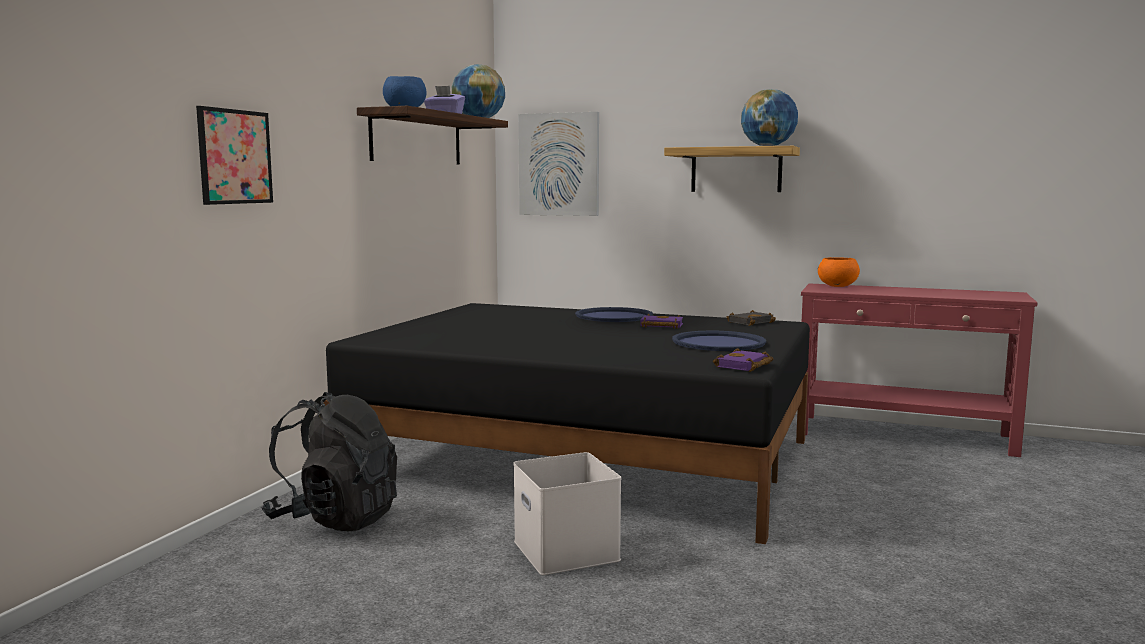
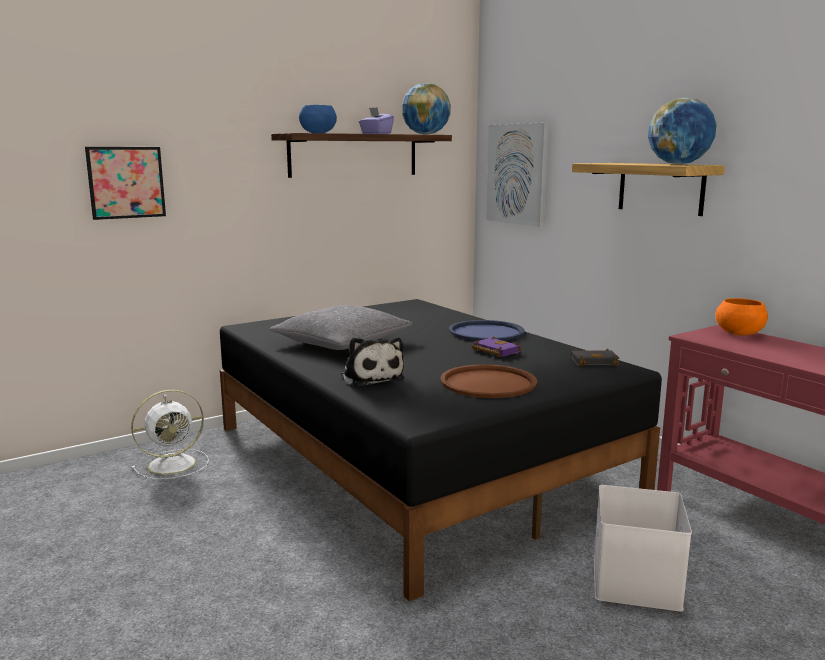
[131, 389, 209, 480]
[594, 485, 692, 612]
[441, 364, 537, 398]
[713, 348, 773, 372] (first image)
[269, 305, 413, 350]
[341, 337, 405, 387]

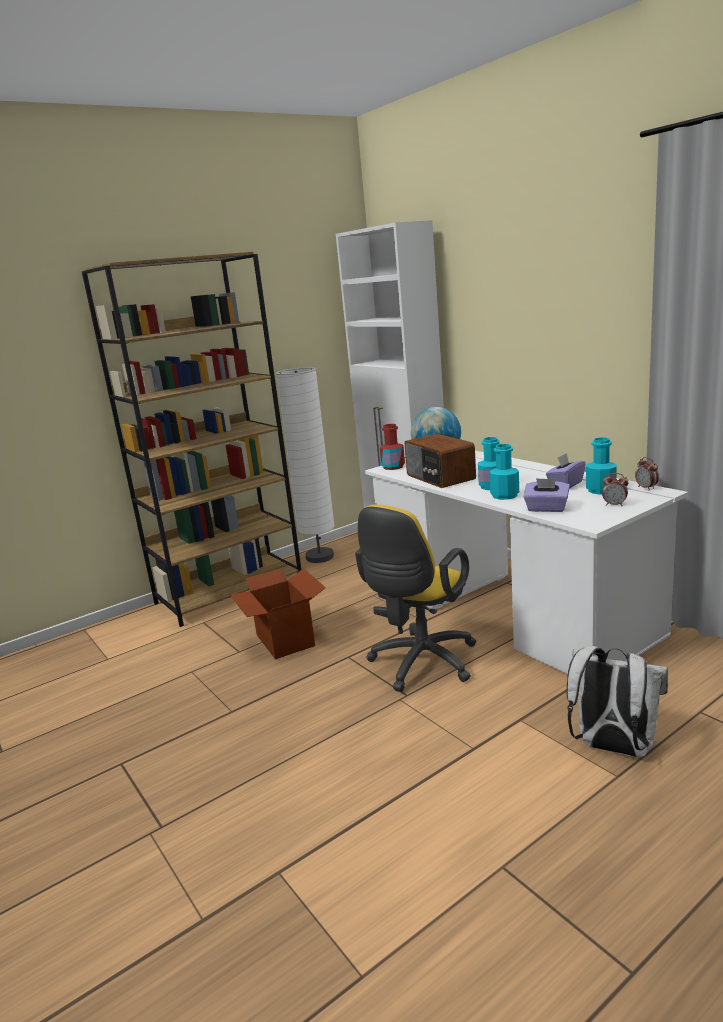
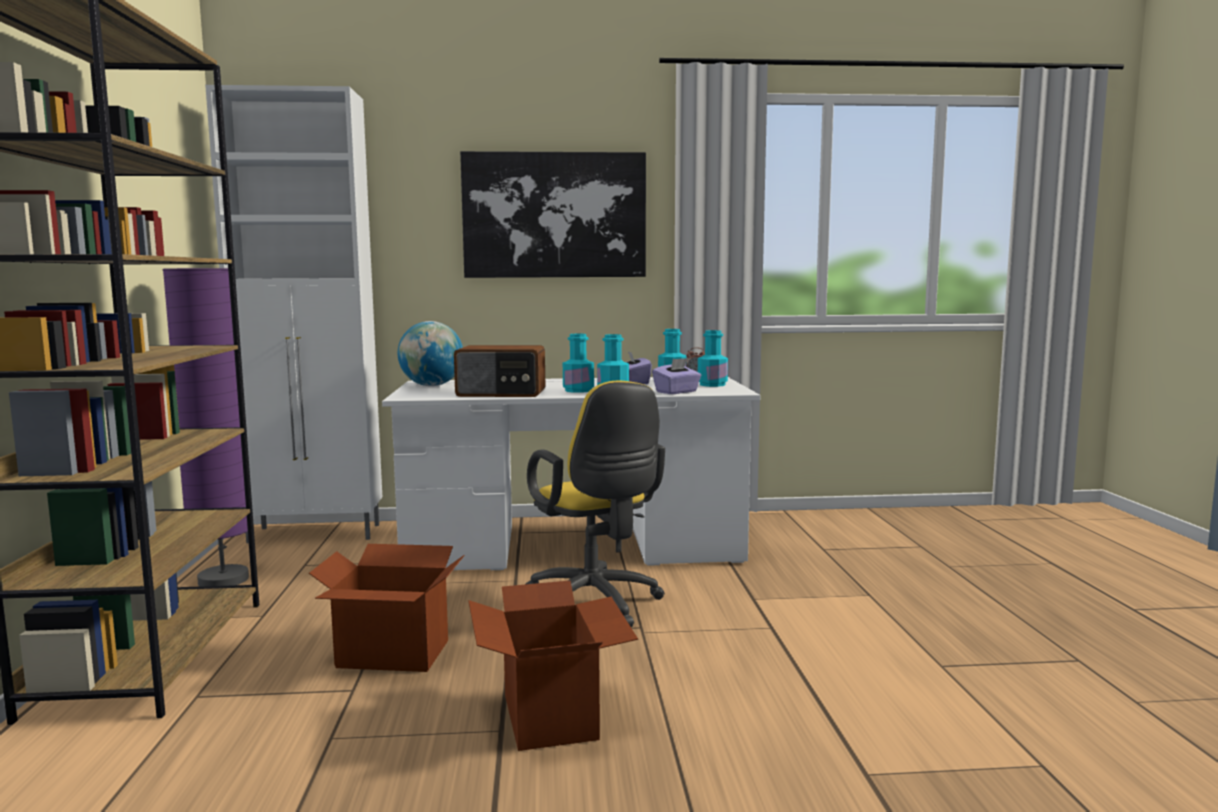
[163, 268, 249, 587]
[380, 424, 405, 470] (first image)
[567, 646, 668, 757] (first image)
[698, 330, 728, 387]
[460, 151, 646, 278]
[468, 581, 638, 751]

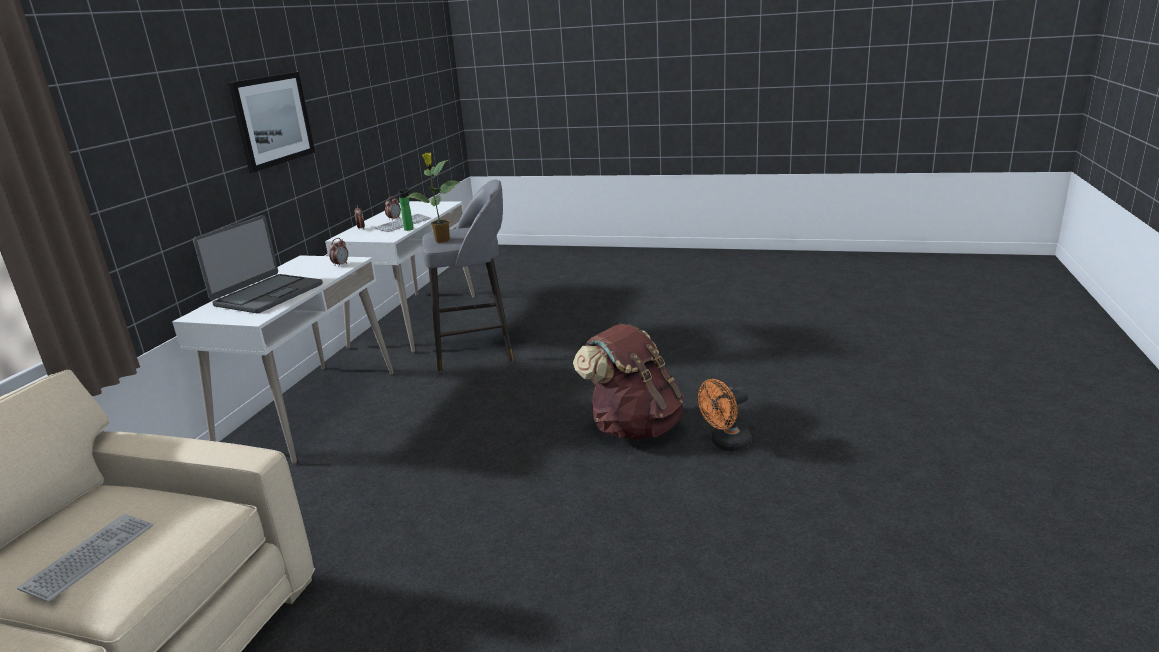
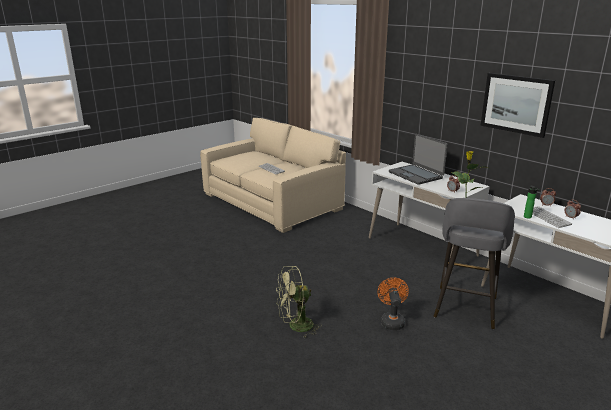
[276, 266, 322, 338]
[378, 278, 409, 330]

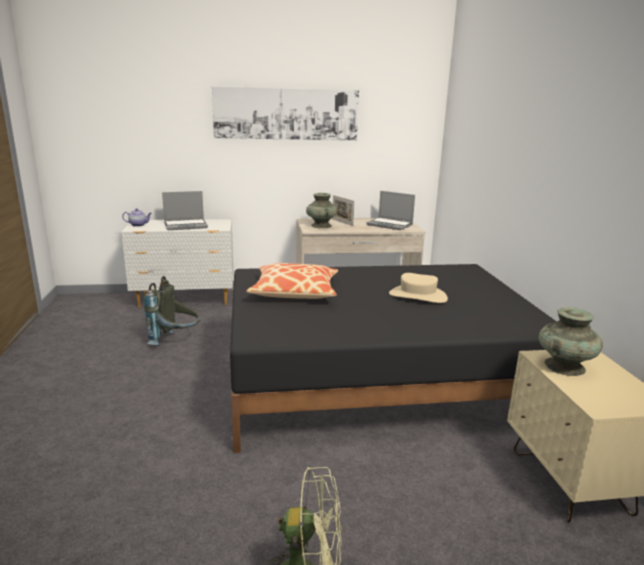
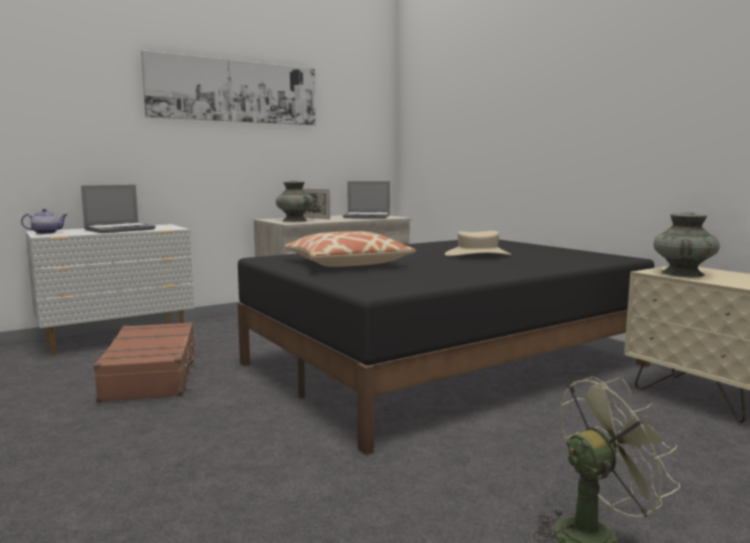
[93, 322, 199, 403]

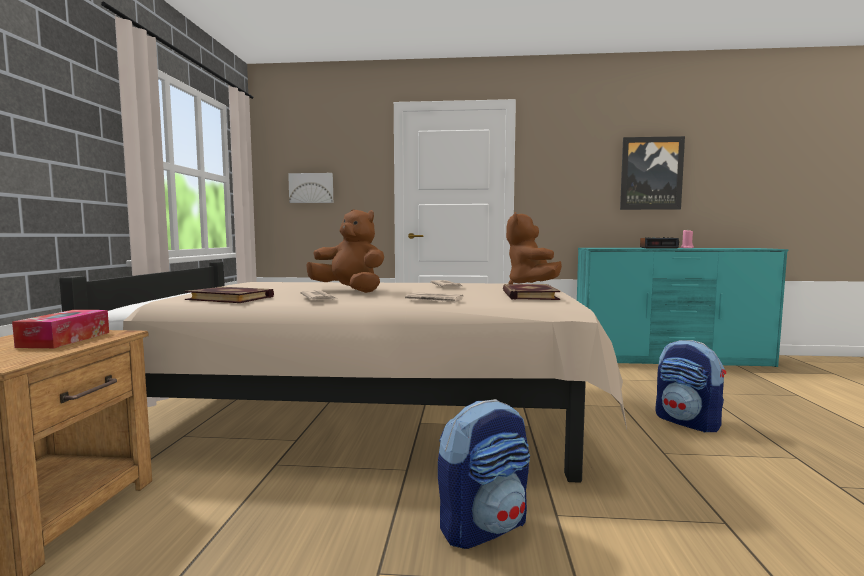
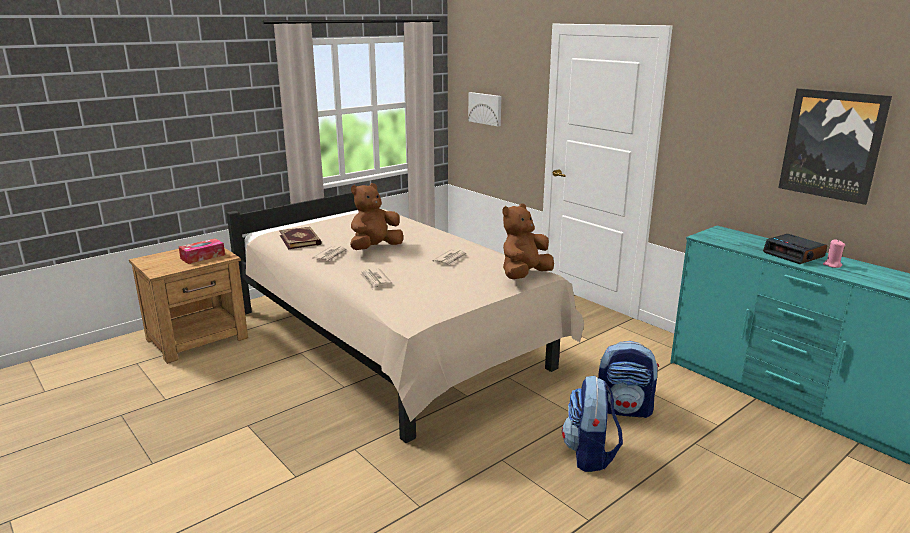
[350, 183, 403, 250]
[598, 341, 659, 418]
[503, 284, 560, 300] (first image)

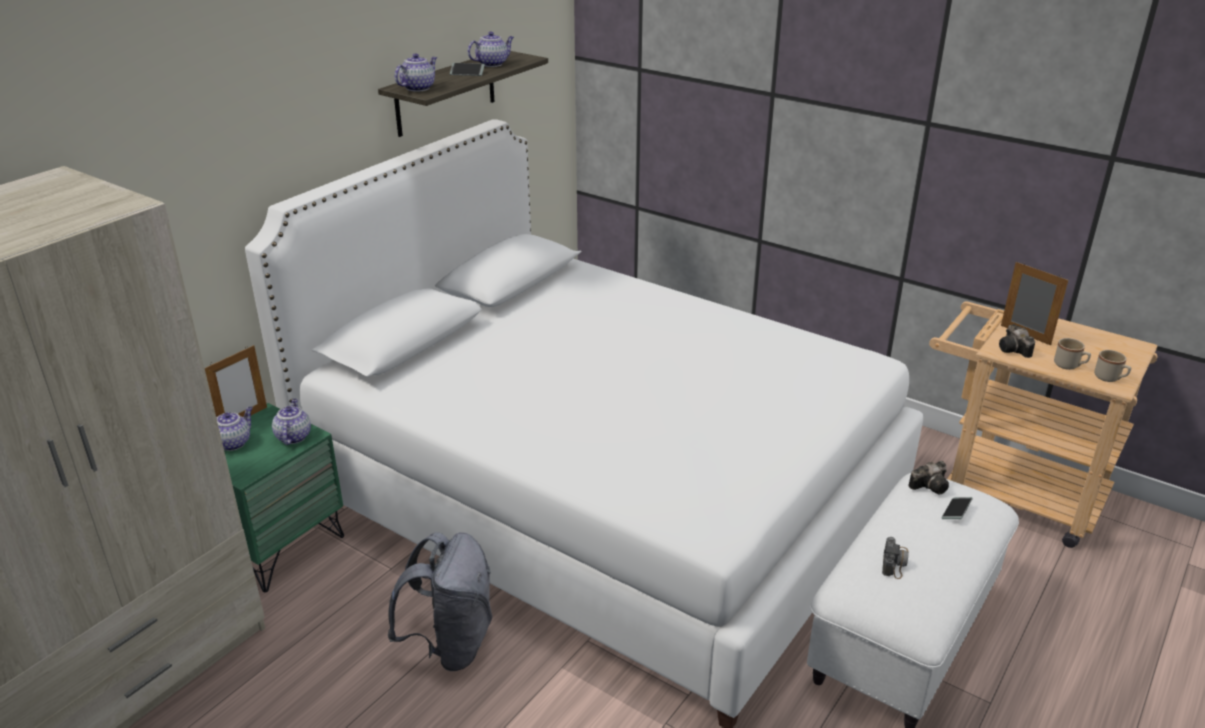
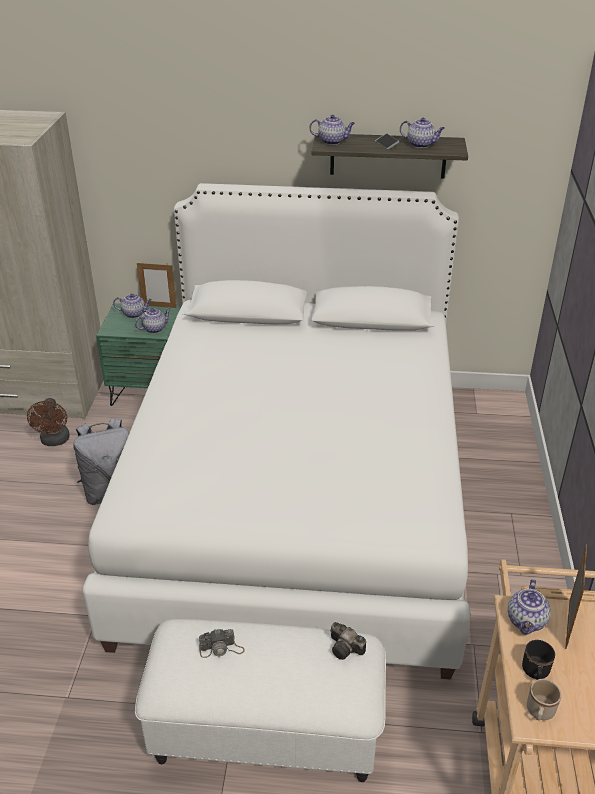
[942, 497, 973, 519] (first image)
[508, 579, 551, 635]
[522, 640, 555, 680]
[27, 398, 70, 446]

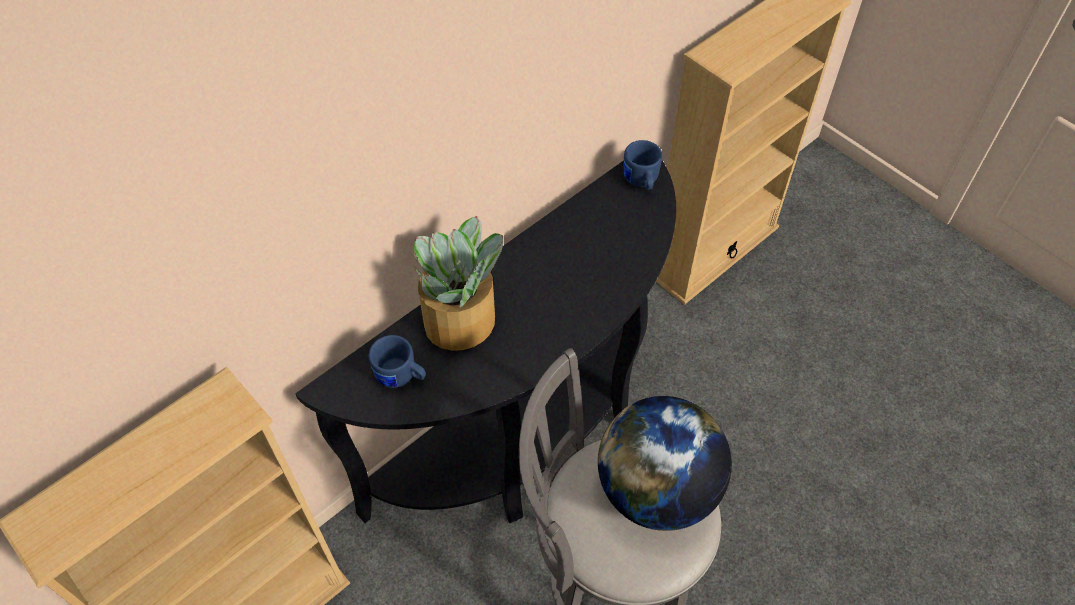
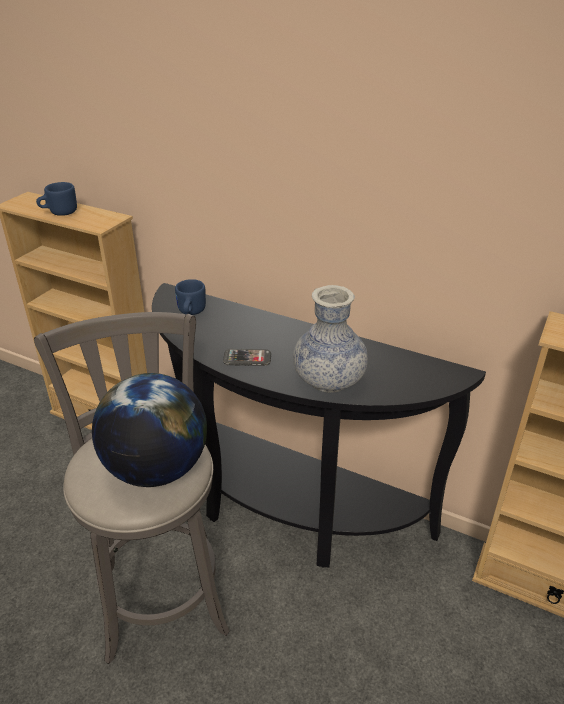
[412, 216, 503, 351] (first image)
[36, 182, 77, 216]
[223, 349, 271, 366]
[293, 285, 368, 393]

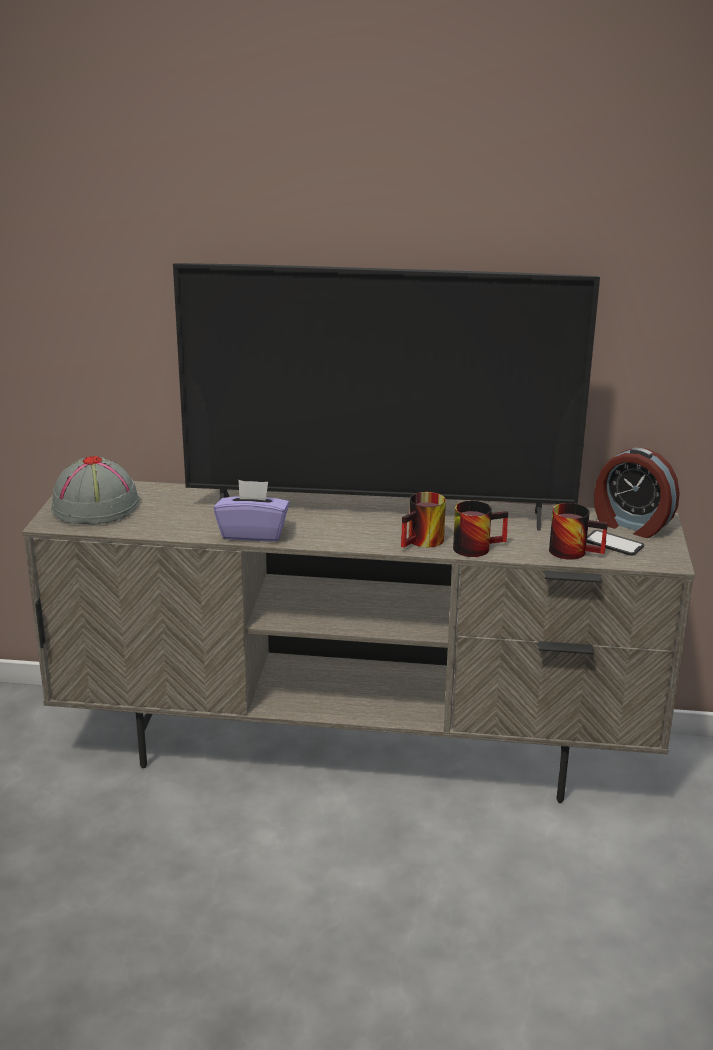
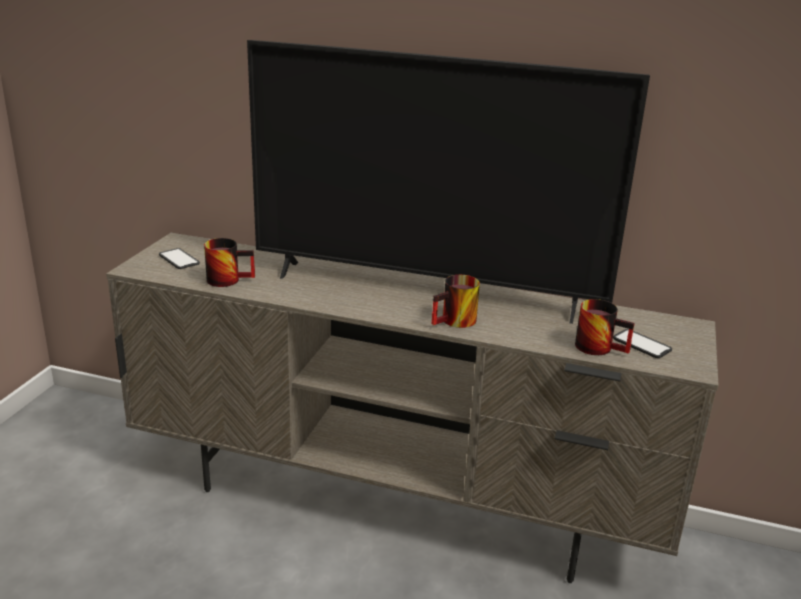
[159, 248, 200, 269]
[214, 480, 290, 542] (first image)
[204, 238, 255, 287]
[594, 448, 680, 538] (first image)

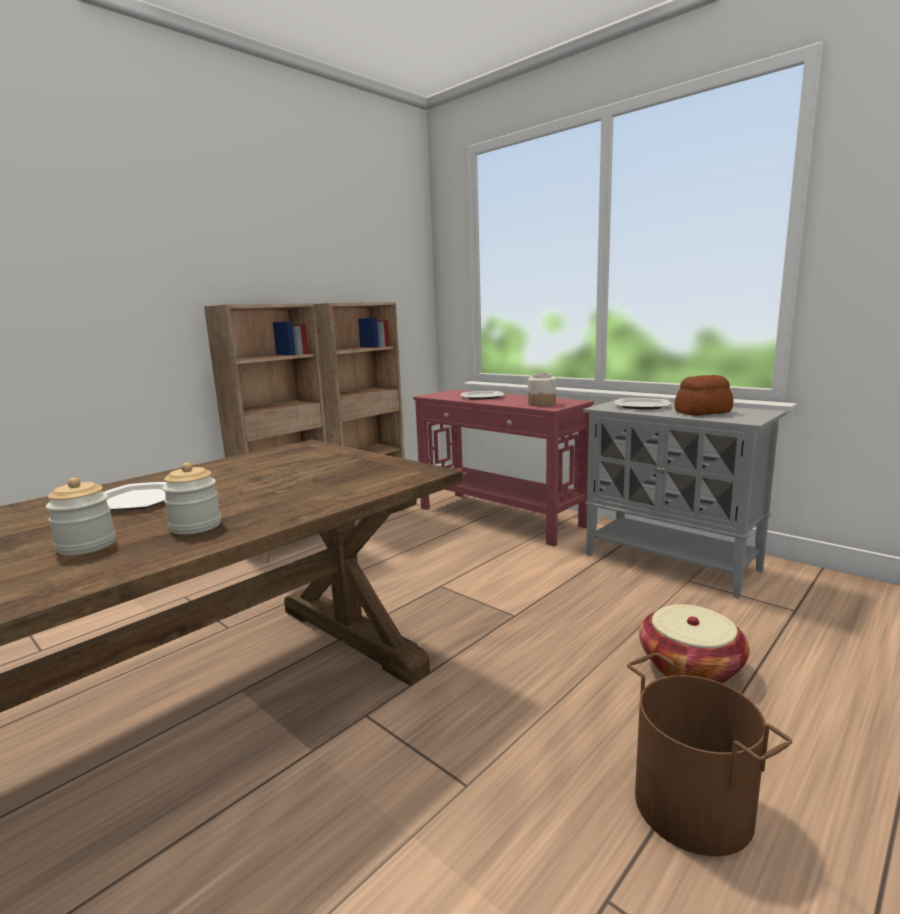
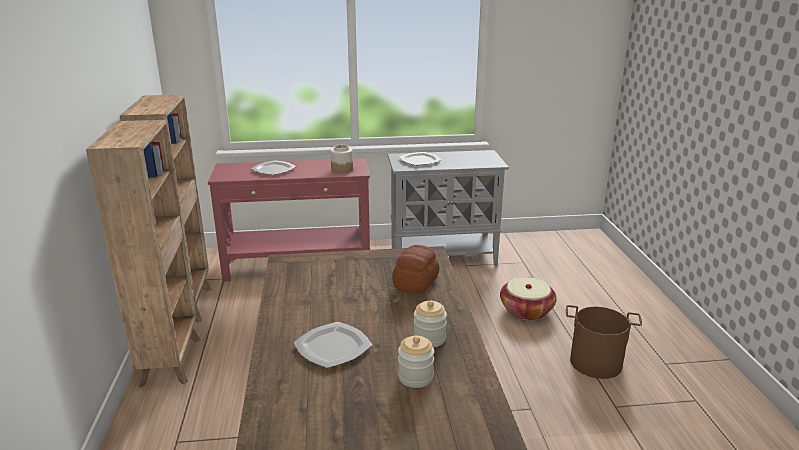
[392, 245, 439, 294]

